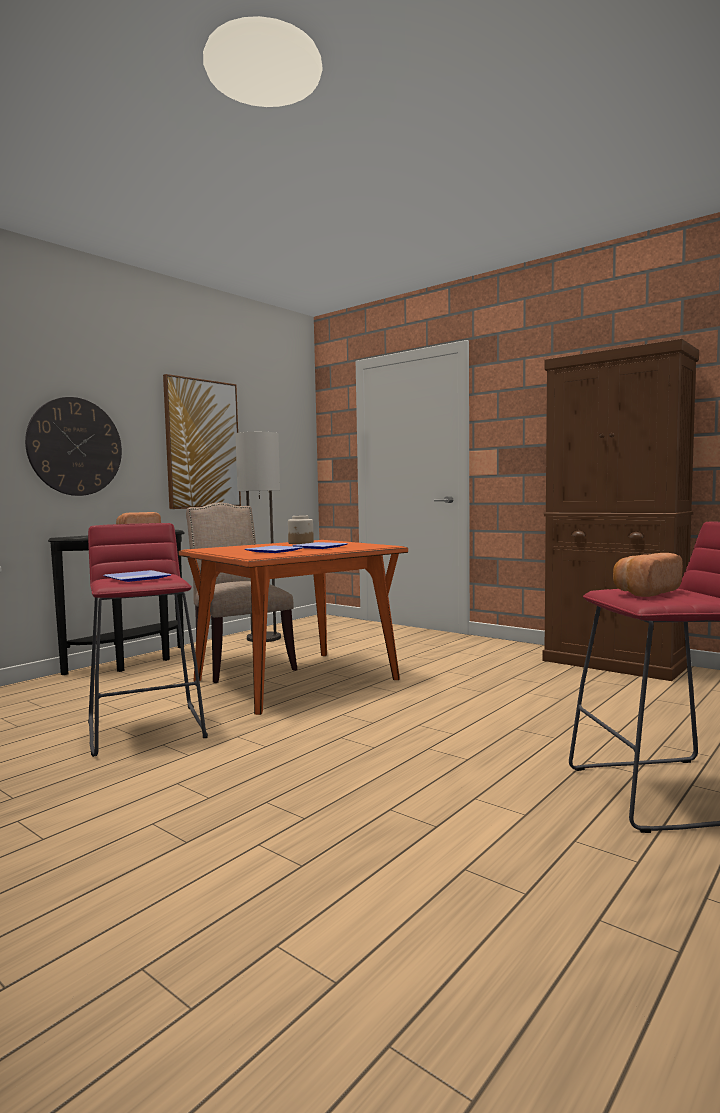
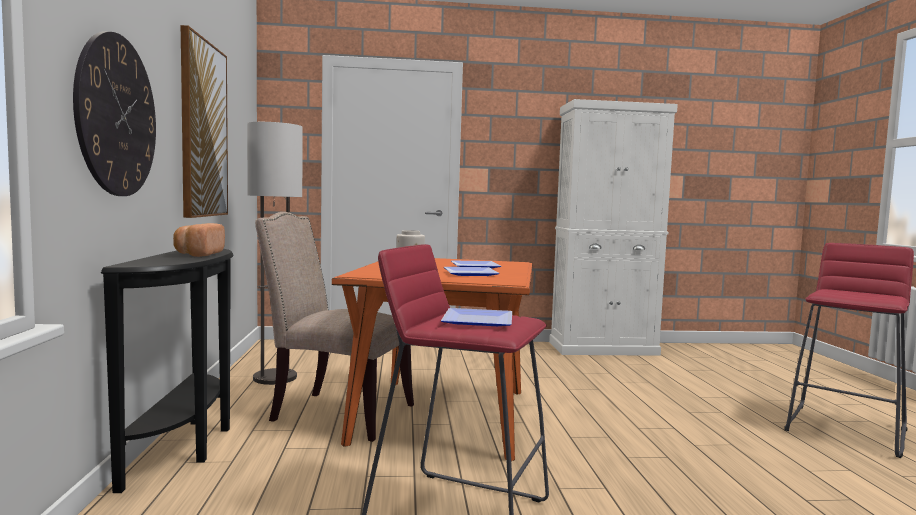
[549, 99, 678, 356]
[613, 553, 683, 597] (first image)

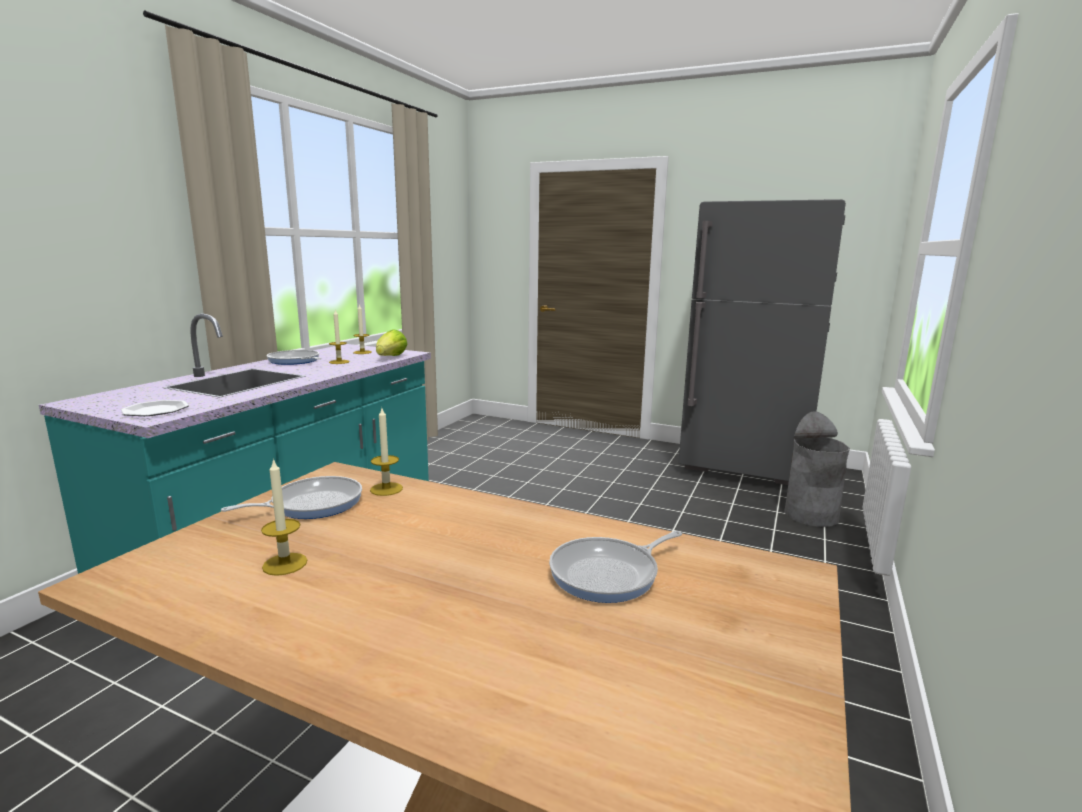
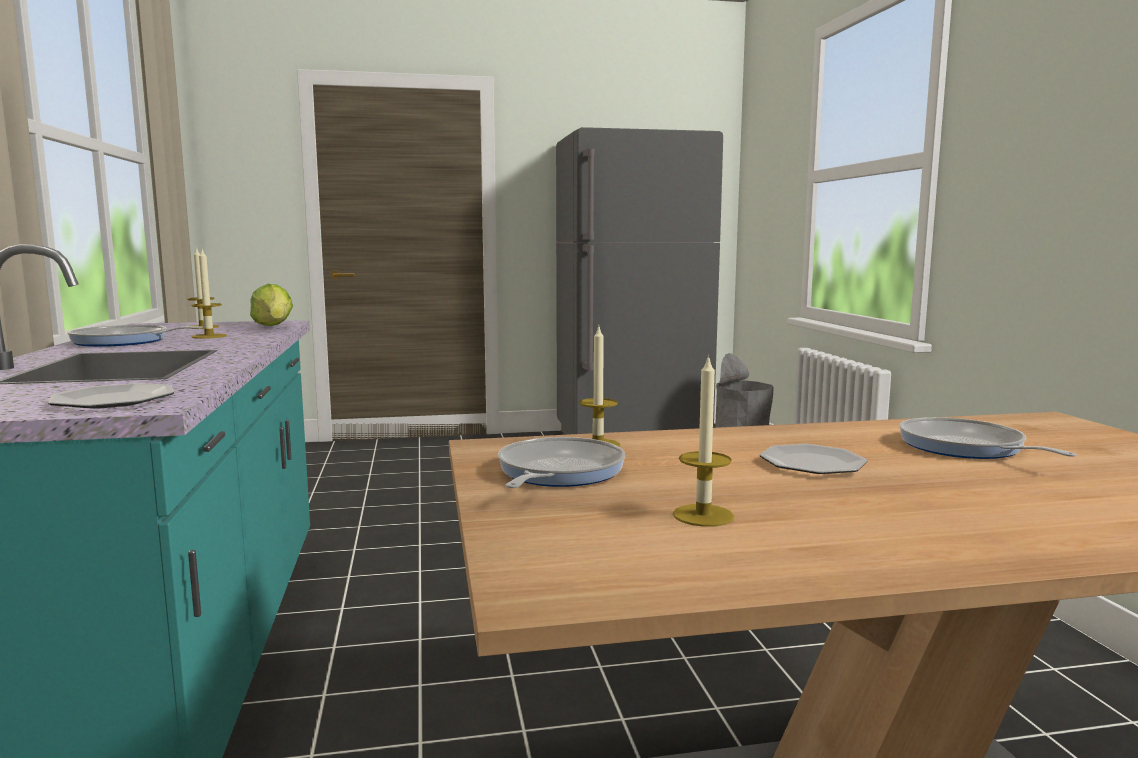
[899, 417, 1077, 459]
[760, 444, 867, 474]

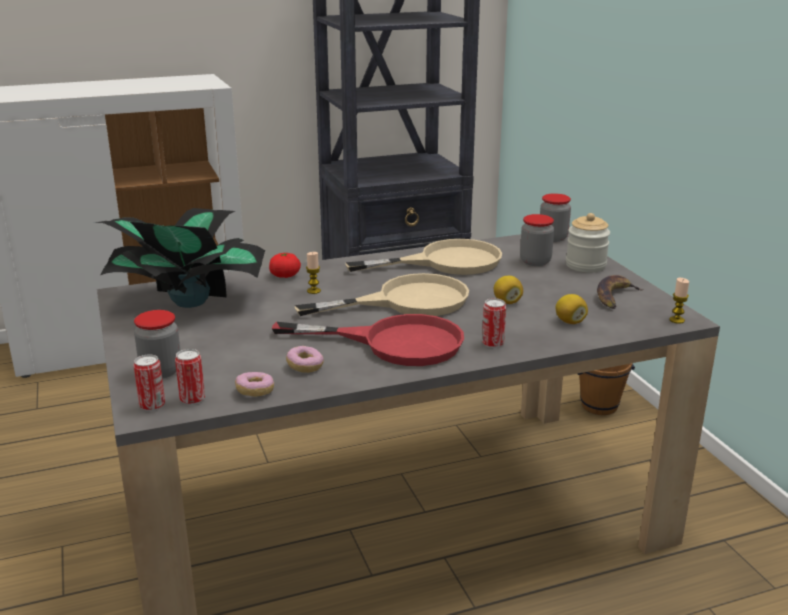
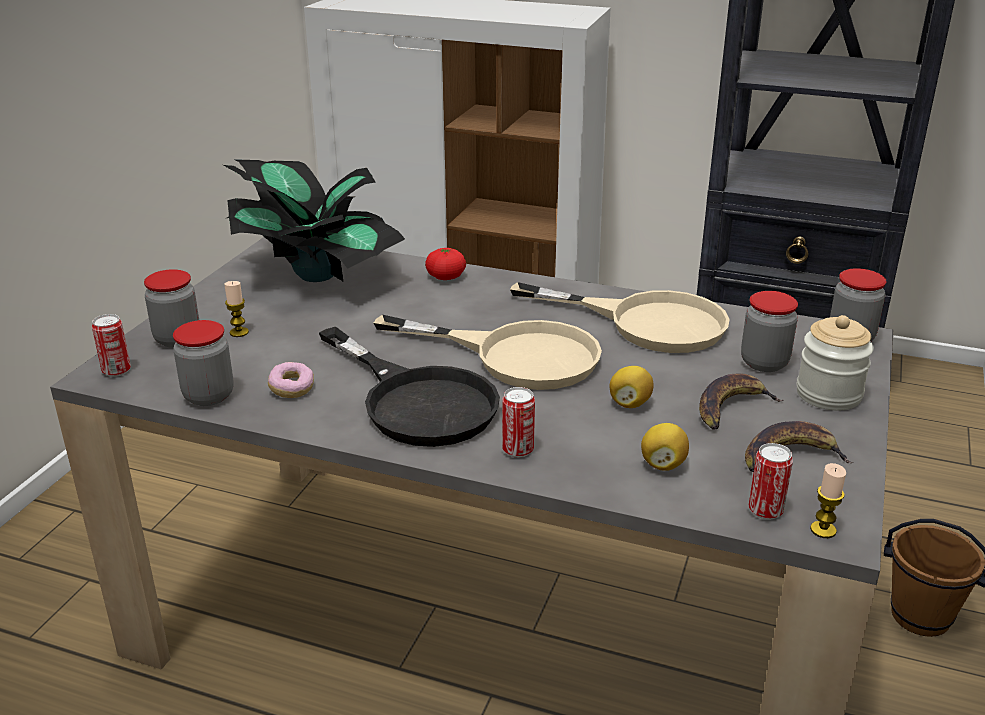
[749, 443, 793, 520]
[173, 320, 234, 406]
[319, 327, 500, 447]
[224, 281, 249, 337]
[699, 374, 783, 429]

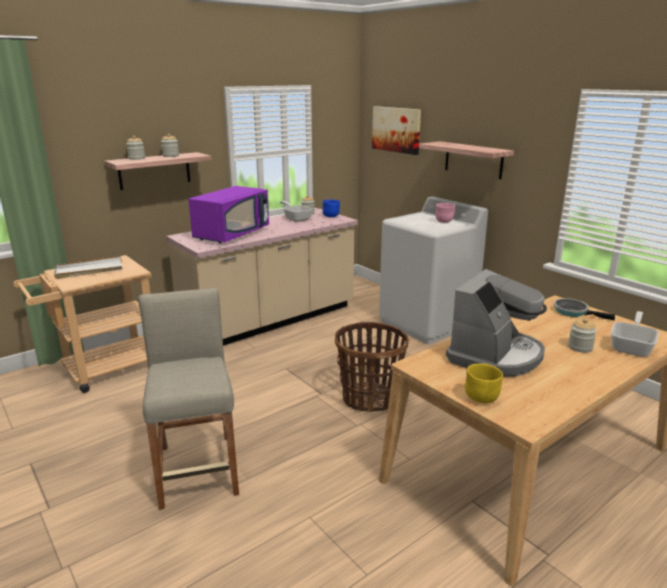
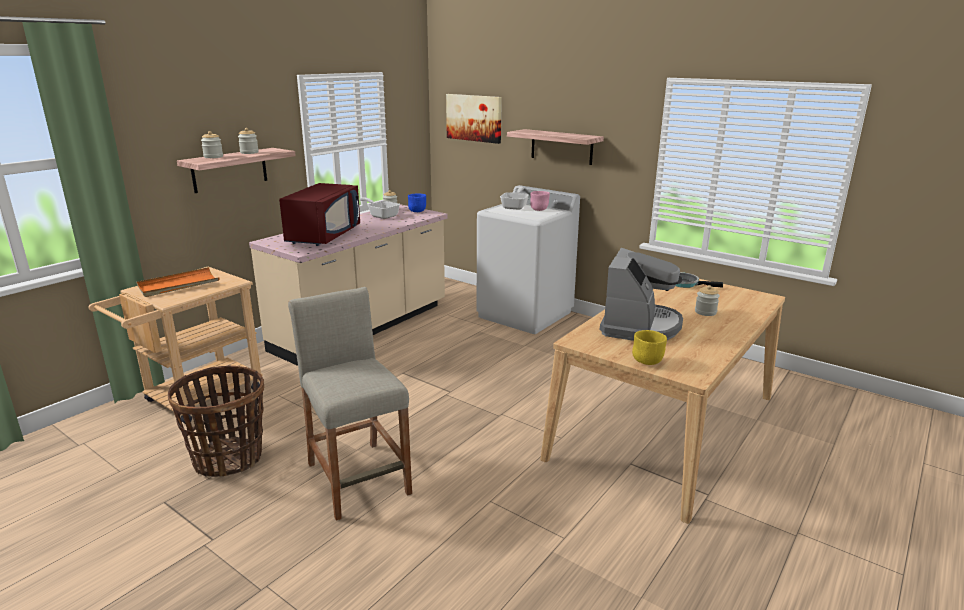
[137, 267, 219, 297]
[279, 183, 360, 246]
[168, 366, 264, 477]
[500, 187, 529, 210]

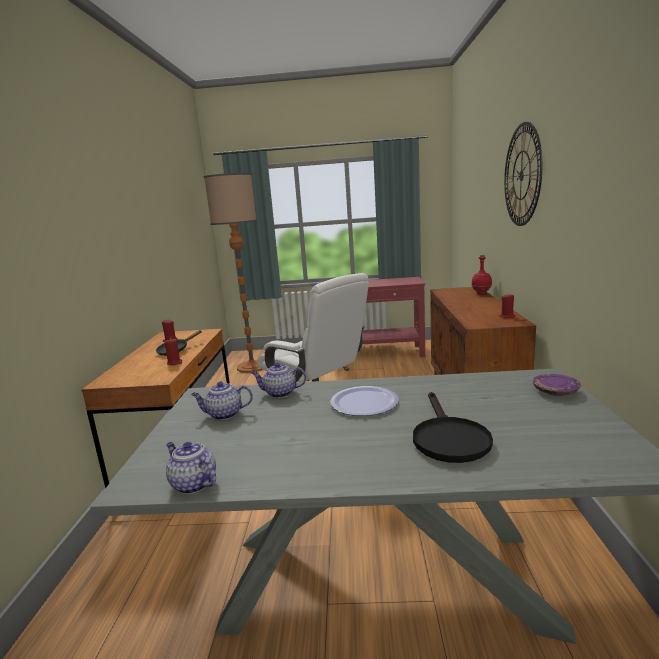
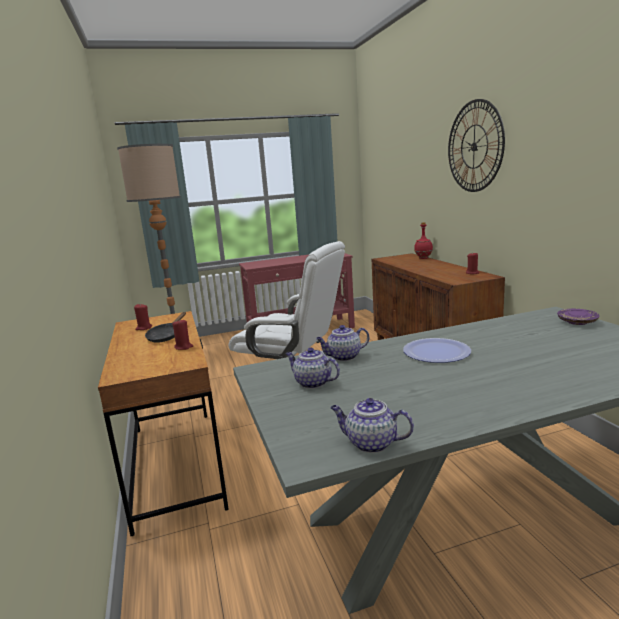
[285, 347, 340, 389]
[413, 392, 493, 463] (first image)

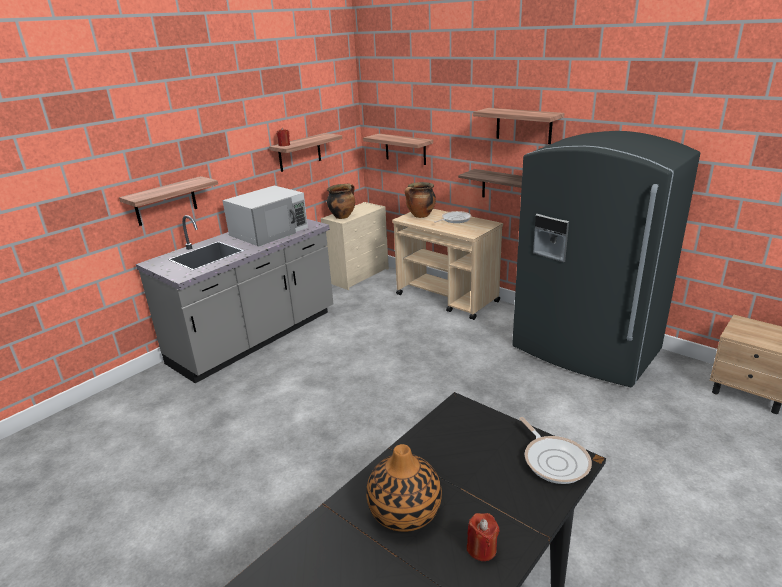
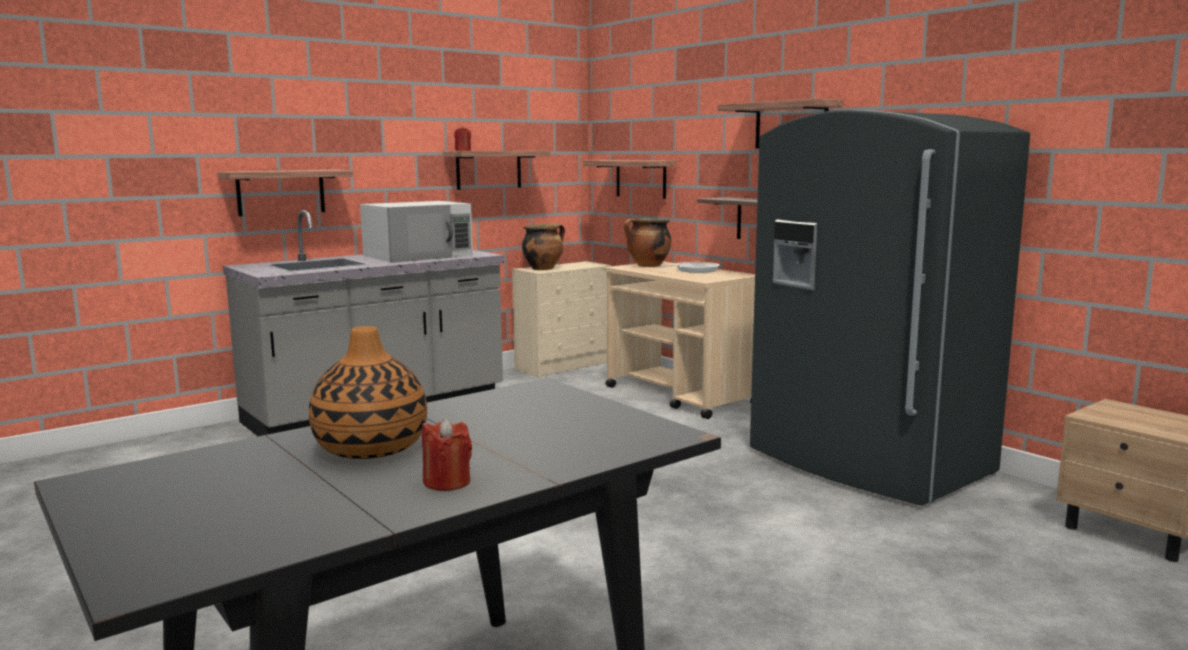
[519, 417, 592, 484] (first image)

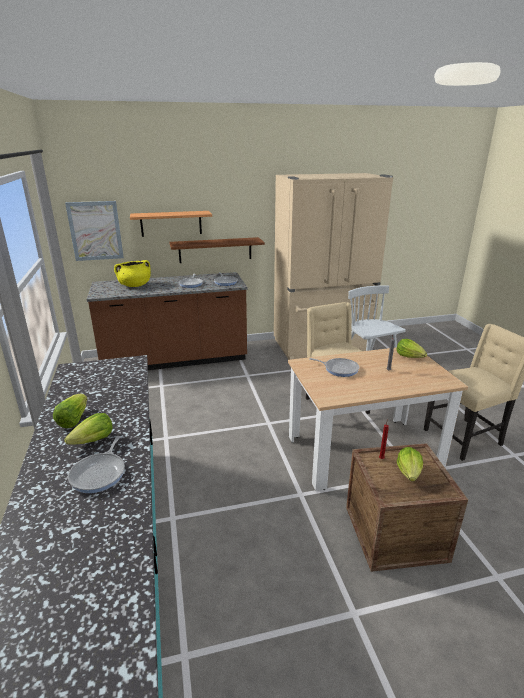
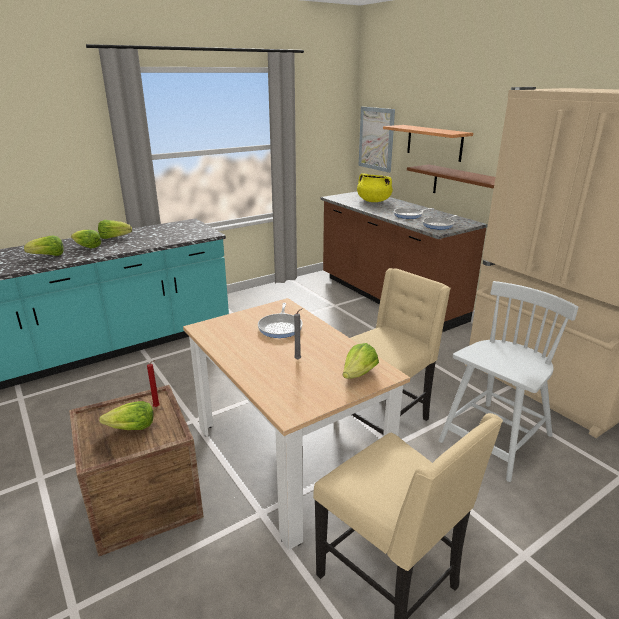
[24, 235, 64, 256]

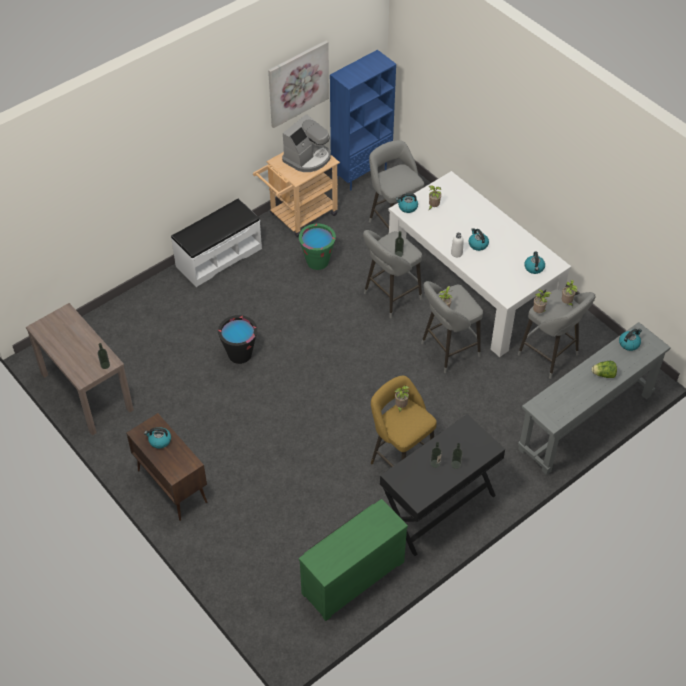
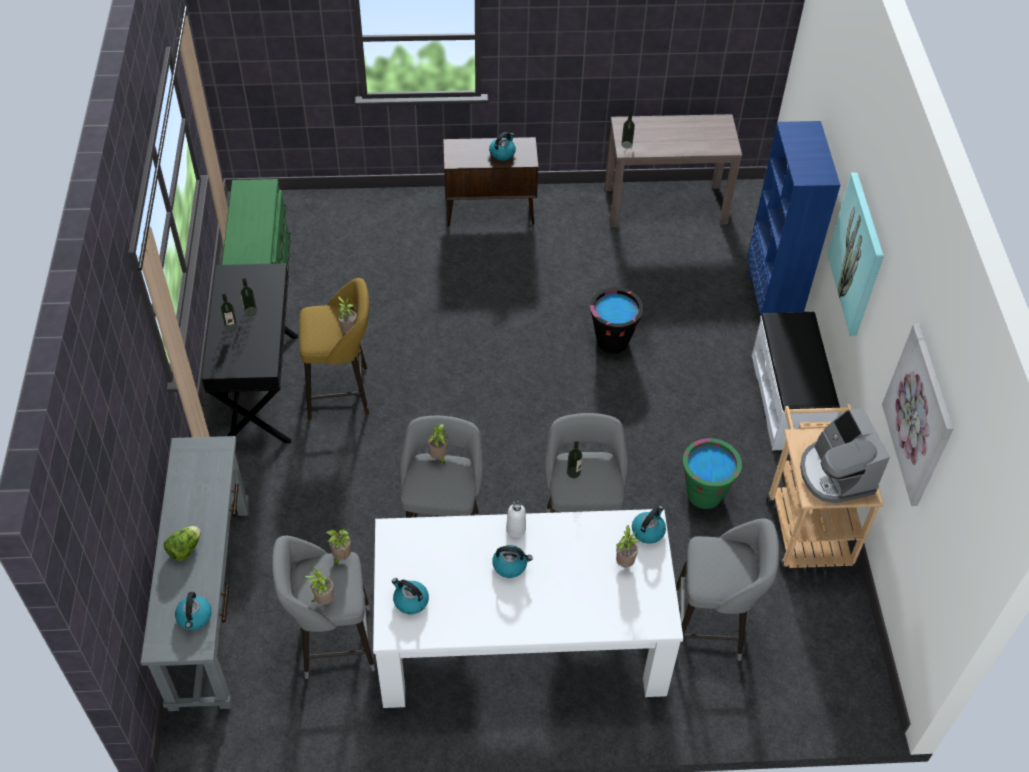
[747, 121, 840, 316]
[827, 173, 884, 336]

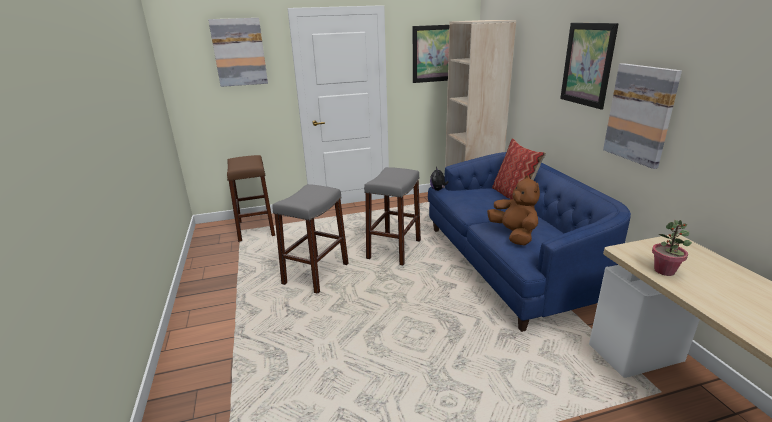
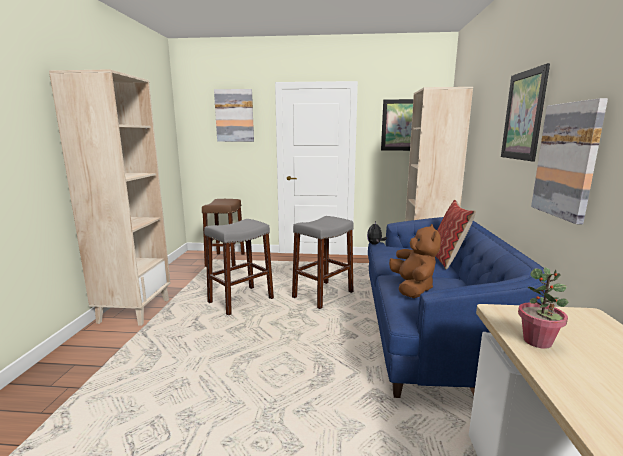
[49, 69, 171, 326]

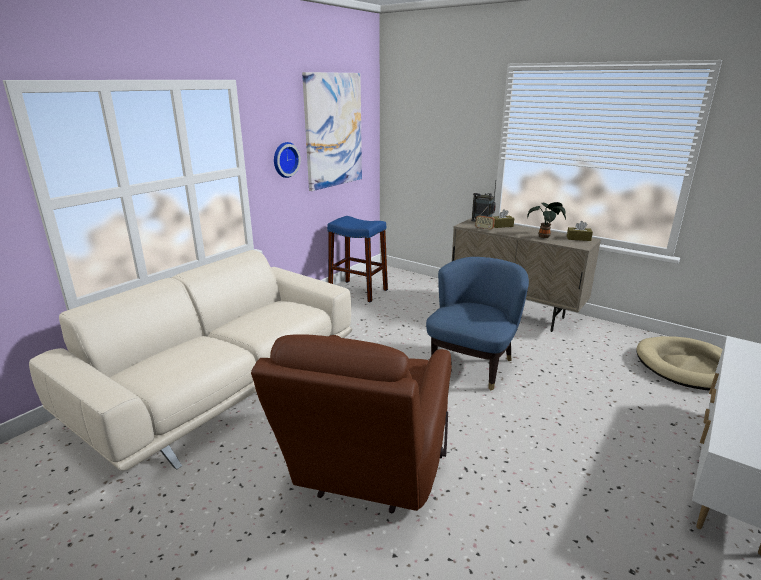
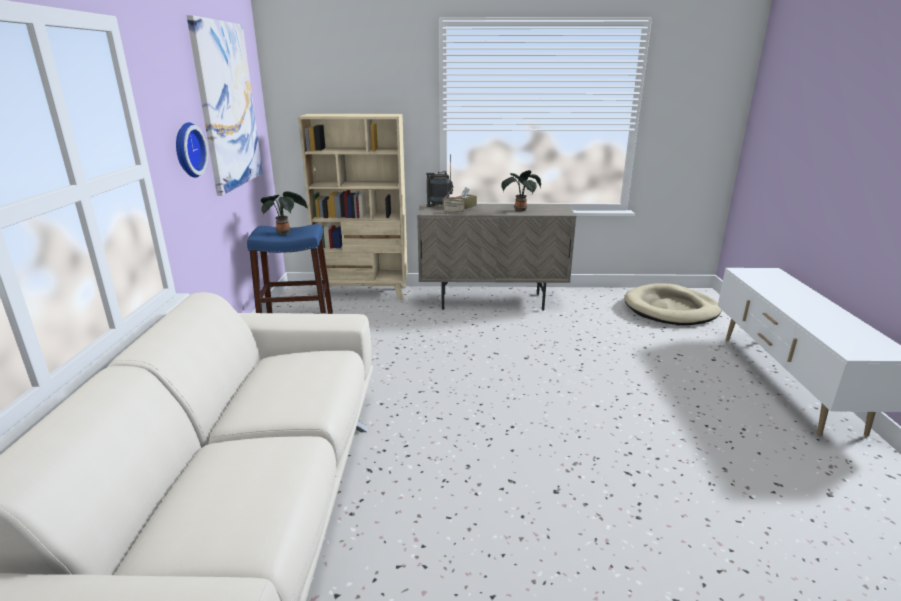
[251, 334, 452, 513] (first image)
[426, 257, 529, 390] (first image)
[567, 221, 593, 241] (first image)
[261, 191, 308, 235]
[298, 114, 408, 300]

